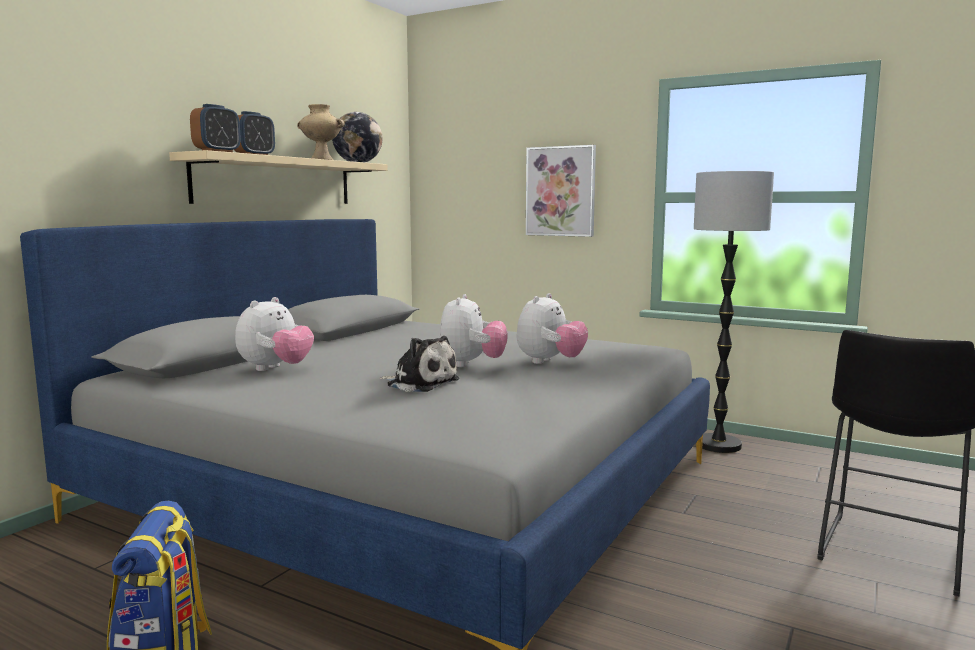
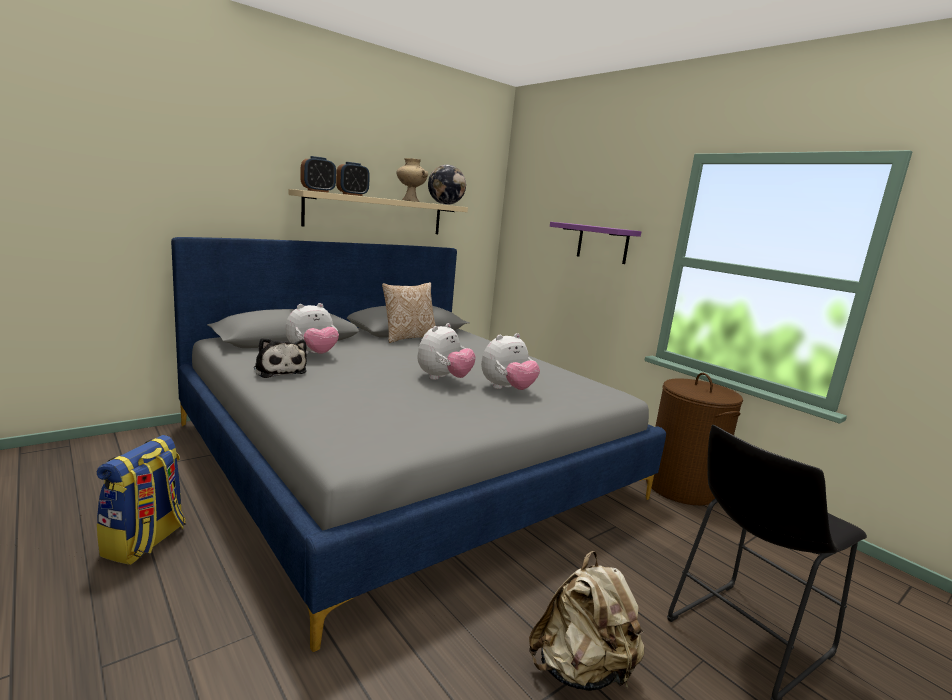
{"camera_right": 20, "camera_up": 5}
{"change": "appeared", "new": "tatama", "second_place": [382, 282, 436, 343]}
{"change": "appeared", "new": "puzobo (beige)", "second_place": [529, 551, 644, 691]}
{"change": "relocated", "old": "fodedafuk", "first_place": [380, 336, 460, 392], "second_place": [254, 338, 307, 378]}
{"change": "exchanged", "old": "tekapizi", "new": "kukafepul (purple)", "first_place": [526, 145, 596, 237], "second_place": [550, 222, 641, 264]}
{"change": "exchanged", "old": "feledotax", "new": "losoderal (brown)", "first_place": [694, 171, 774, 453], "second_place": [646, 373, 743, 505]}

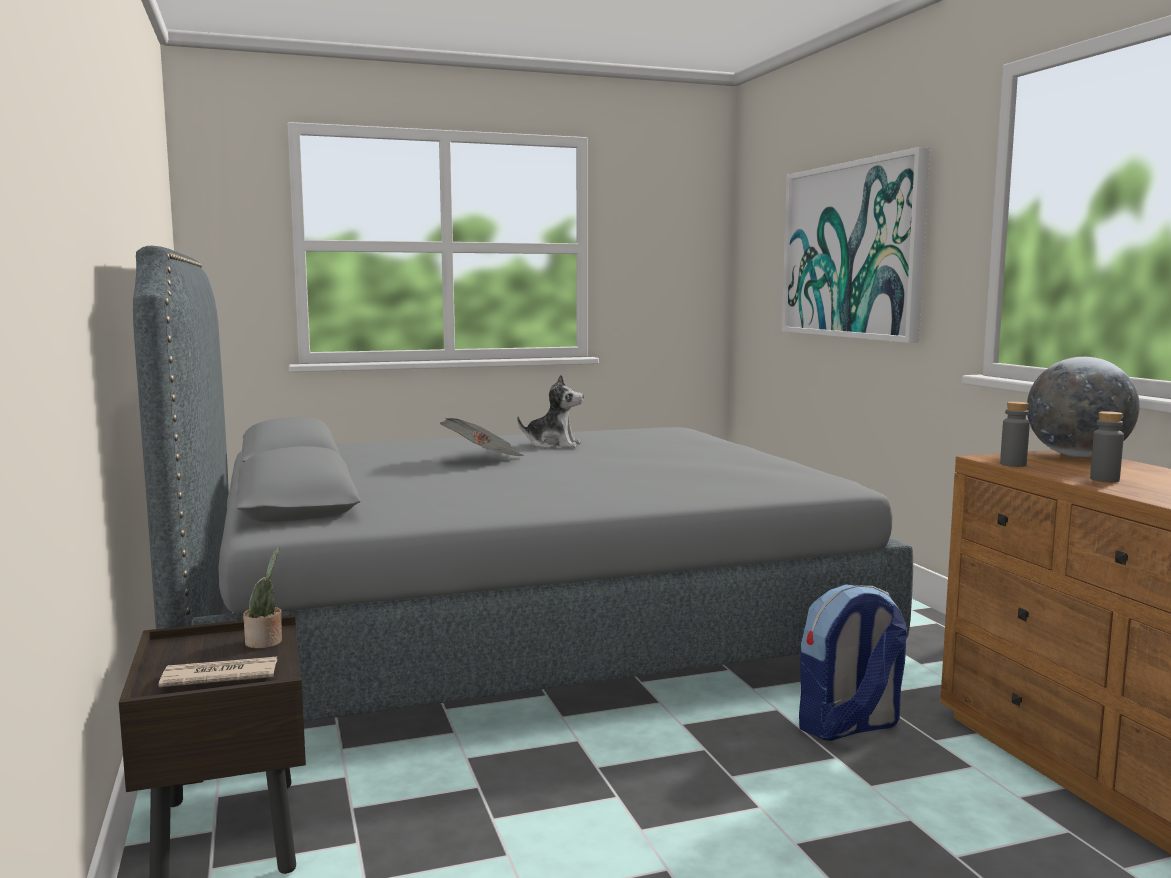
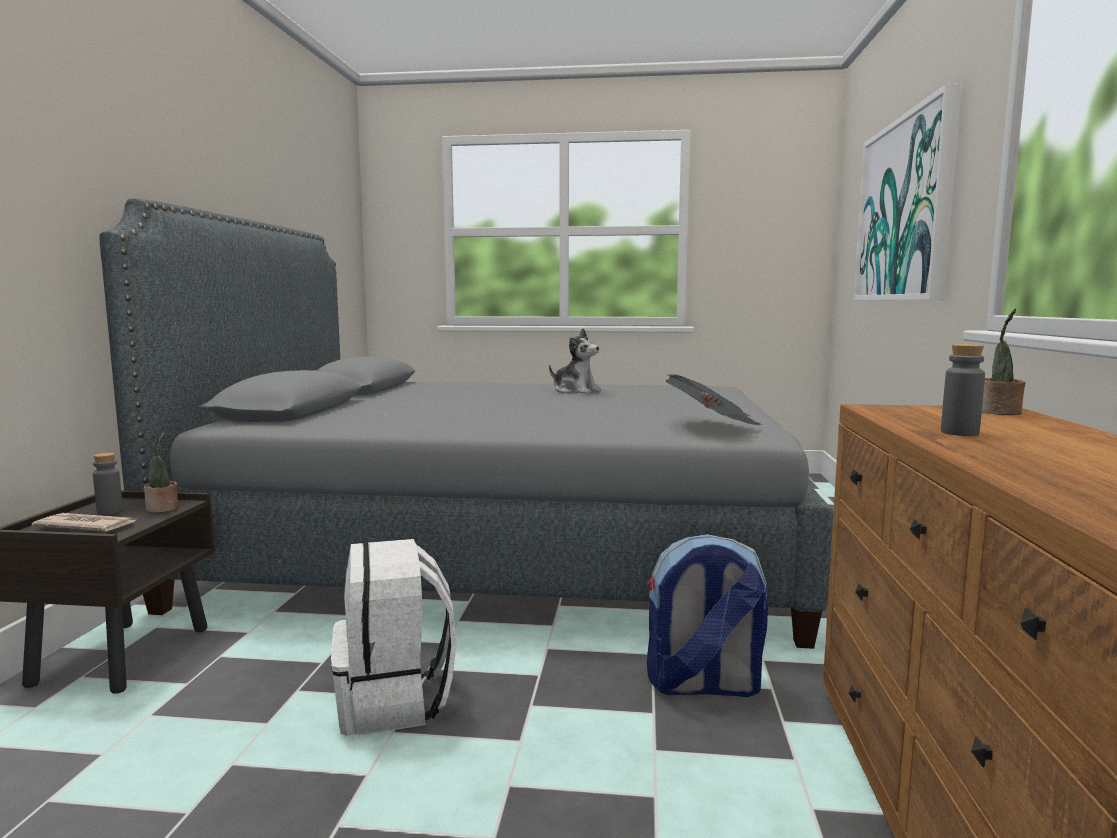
{"camera_right": 25, "camera_up": 0}
{"change": "appeared", "new": "puzobo (white)", "second_place": [331, 539, 457, 736]}
{"change": "relocated", "old": "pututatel", "first_place": [440, 418, 524, 456], "second_place": [665, 374, 762, 425]}
{"change": "relocated", "old": "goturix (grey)", "first_place": [1000, 402, 1030, 467], "second_place": [93, 453, 123, 514]}
{"change": "exchanged", "old": "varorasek", "new": "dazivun", "first_place": [1027, 357, 1140, 457], "second_place": [982, 308, 1026, 415]}

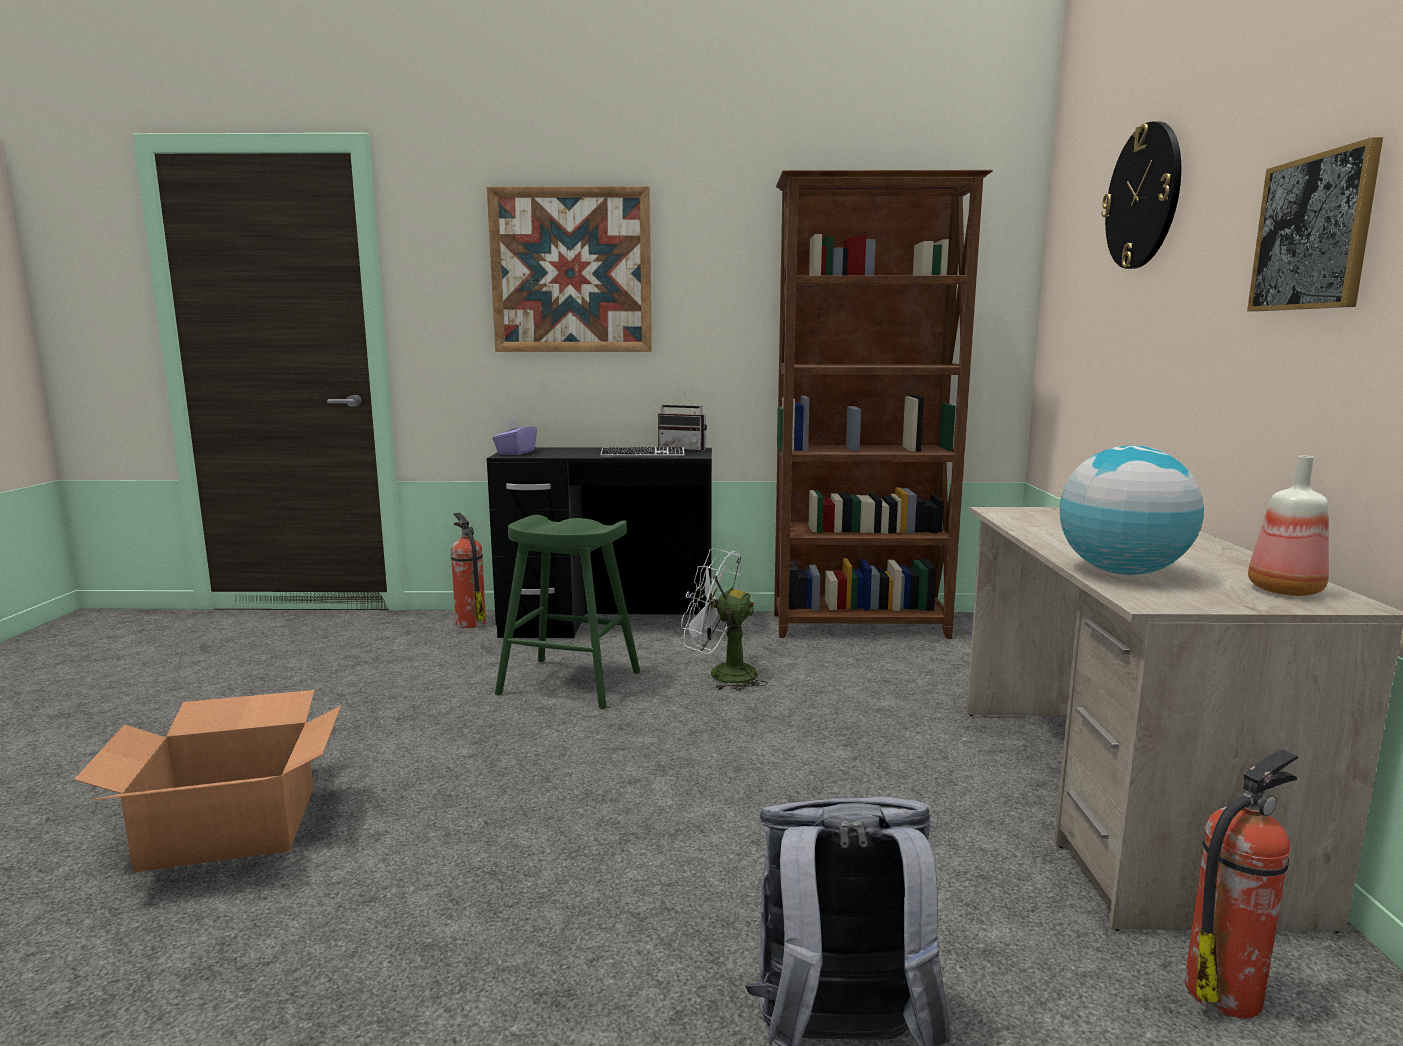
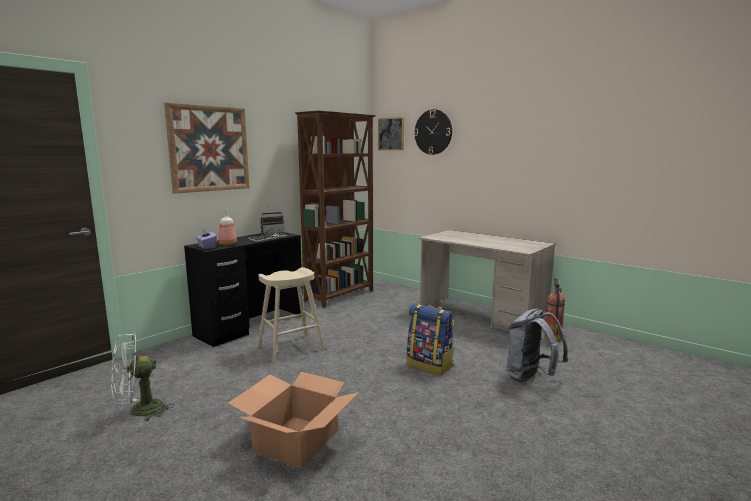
{"camera_right": -50, "camera_up": 0}
{"change": "missing", "old": "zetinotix", "first_place": [451, 513, 486, 628]}
{"change": "missing", "old": "varorasek", "first_place": [1060, 445, 1204, 575]}
{"change": "appeared", "new": "puzobo", "second_place": [407, 304, 454, 375]}
{"change": "relocated", "old": "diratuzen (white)", "first_place": [681, 548, 768, 691], "second_place": [111, 333, 174, 422]}
{"change": "relocated", "old": "tekapizi", "first_place": [1247, 137, 1383, 311], "second_place": [378, 117, 404, 150]}
{"change": "relocated", "old": "goturix", "first_place": [1248, 456, 1329, 596], "second_place": [218, 209, 237, 245]}
{"change": "colour", "old": "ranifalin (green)", "new": "ranifalin (beige)", "first_place": [495, 515, 640, 709], "second_place": [257, 267, 325, 363]}

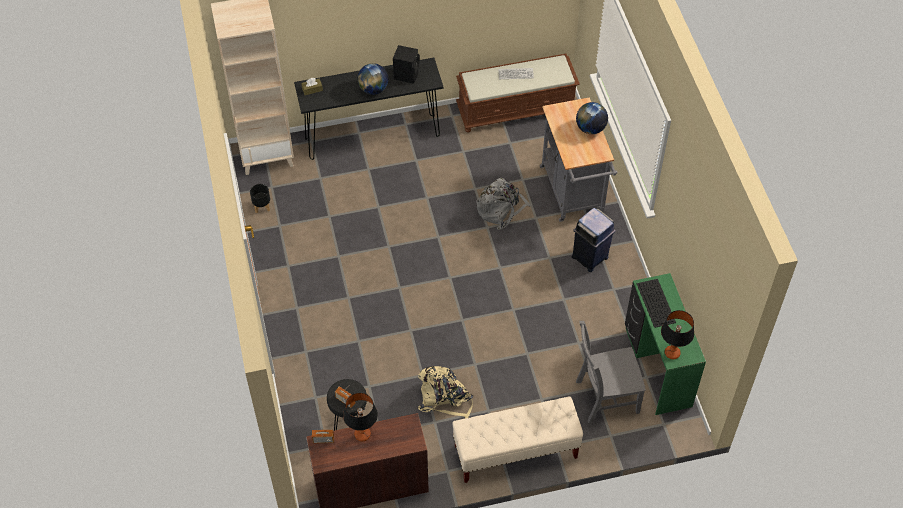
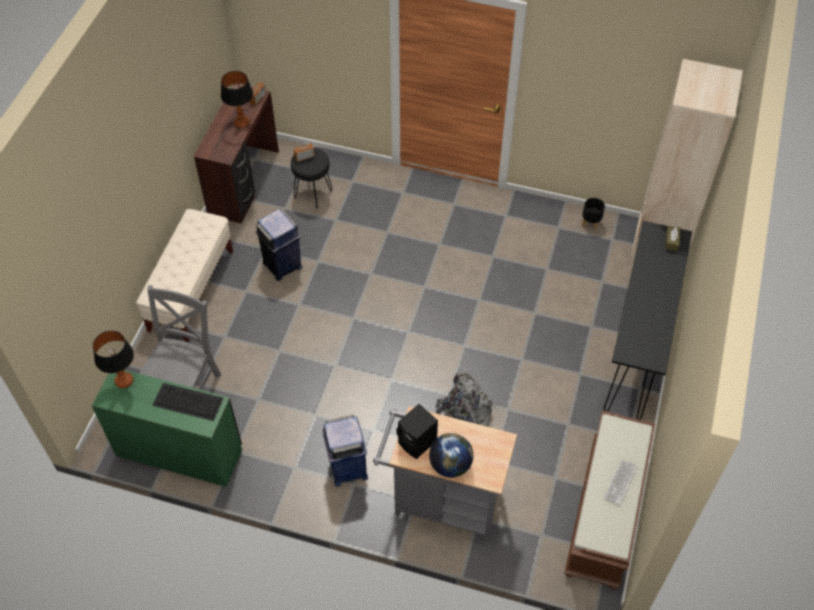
{"camera_right": 120, "camera_up": 0}
{"change": "missing", "old": "varorasek", "first_place": [358, 63, 388, 95]}
{"change": "relocated", "old": "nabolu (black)", "first_place": [393, 45, 420, 83], "second_place": [396, 404, 438, 459]}
{"change": "exchanged", "old": "puzobo (beige)", "new": "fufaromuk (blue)", "first_place": [418, 366, 473, 419], "second_place": [255, 209, 302, 281]}

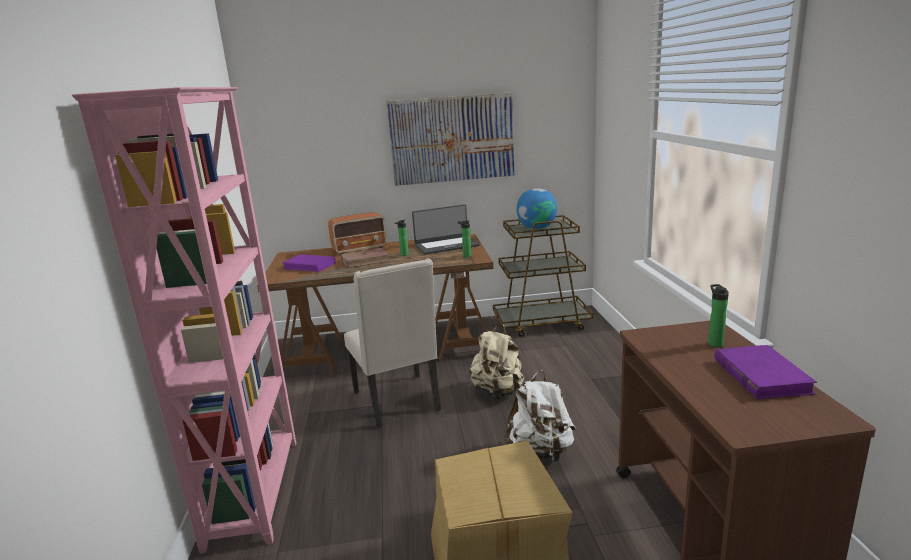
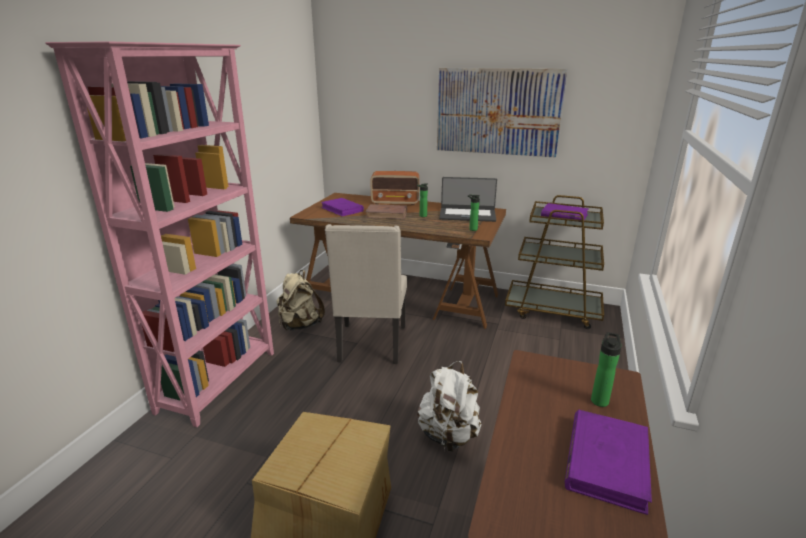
{"camera_right": 25, "camera_up": 5}
{"change": "relocated", "old": "puzobo (beige)", "first_place": [470, 324, 524, 400], "second_place": [276, 270, 325, 331]}
{"change": "exchanged", "old": "varorasek", "new": "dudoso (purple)", "first_place": [517, 188, 557, 229], "second_place": [541, 203, 589, 222]}

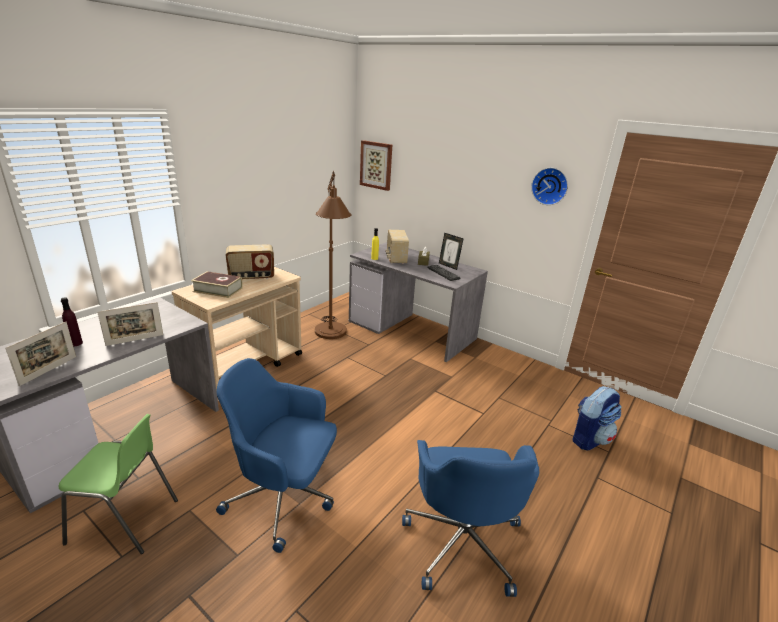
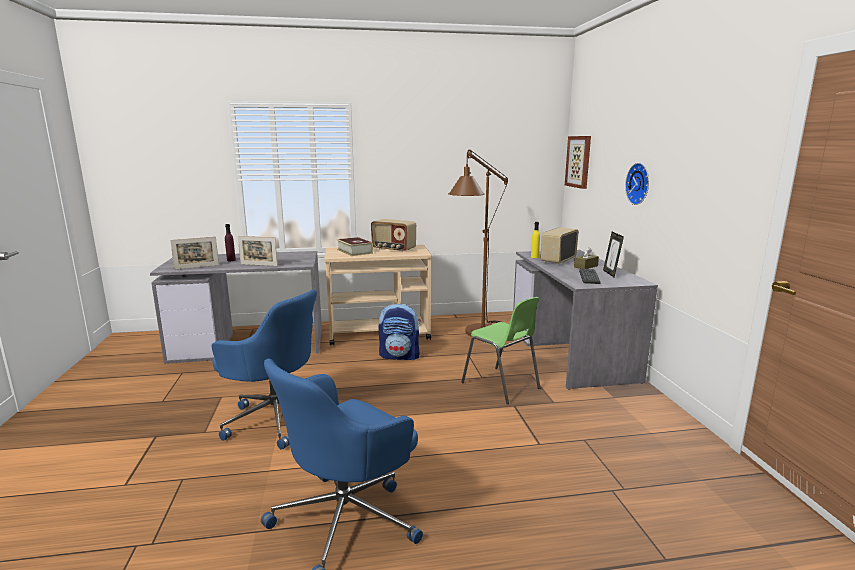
{"camera_right": 45, "camera_up": -10}
{"change": "relocated", "old": "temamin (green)", "first_place": [59, 414, 178, 554], "second_place": [461, 297, 540, 404]}
{"change": "relocated", "old": "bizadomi", "first_place": [531, 168, 568, 205], "second_place": [625, 163, 649, 205]}
{"change": "relocated", "old": "puzobo", "first_place": [573, 386, 622, 451], "second_place": [379, 304, 421, 360]}
{"change": "spun", "old": "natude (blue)", "first_place": [216, 358, 337, 553], "second_place": [212, 290, 317, 450], "degrees": 150}

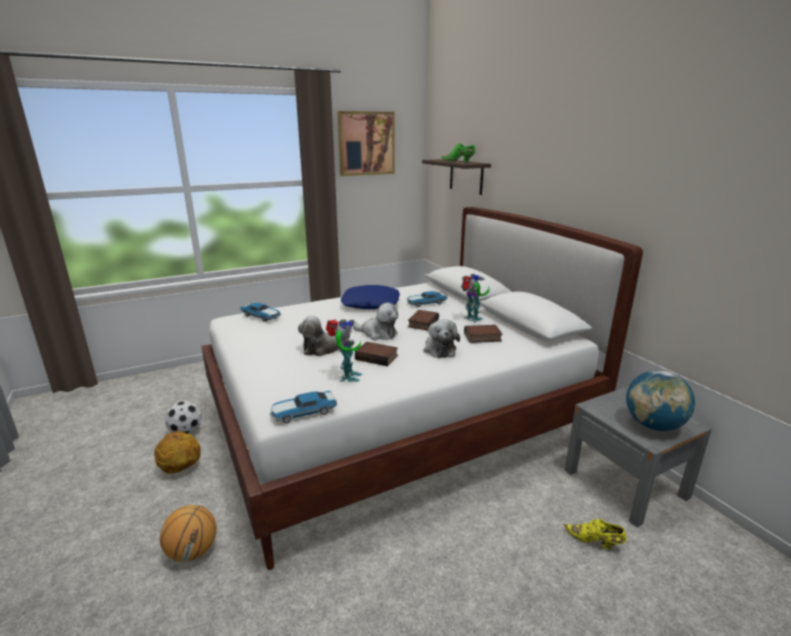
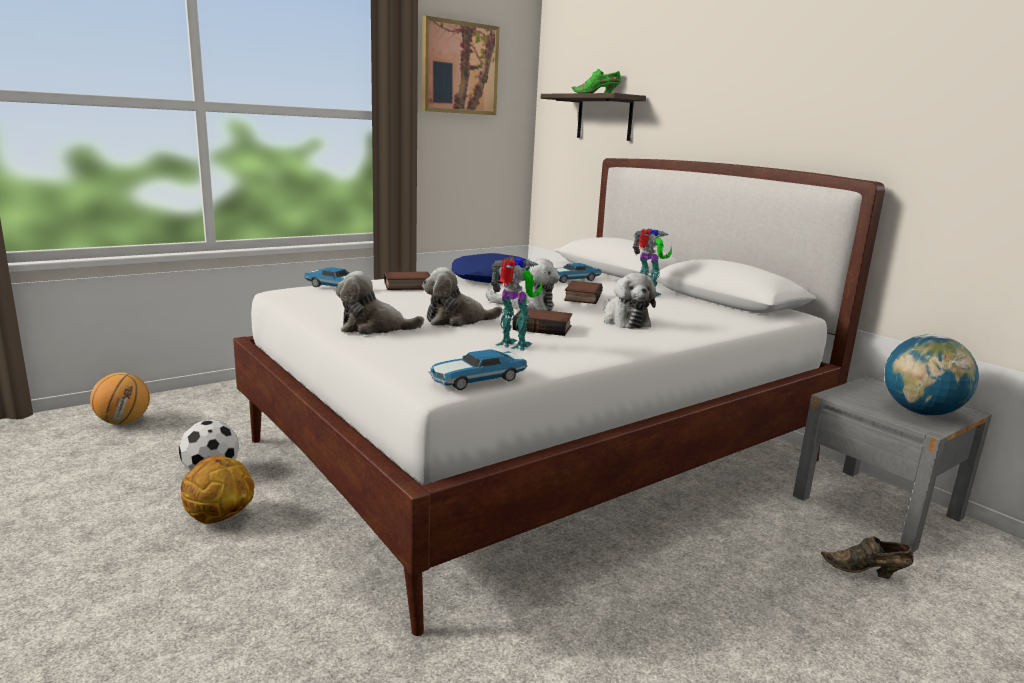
{"camera_right": -10, "camera_up": -5}
{"change": "appeared", "new": "fodedafuk", "second_place": [336, 271, 424, 335]}
{"change": "relocated", "old": "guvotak", "first_place": [160, 505, 217, 562], "second_place": [90, 373, 150, 425]}
{"change": "relocated", "old": "dudoso", "first_place": [464, 325, 503, 343], "second_place": [384, 272, 430, 290]}
{"change": "colour", "old": "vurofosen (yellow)", "new": "vurofosen (brown)", "first_place": [563, 519, 627, 549], "second_place": [821, 536, 914, 579]}
{"change": "spun", "old": "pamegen", "first_place": [326, 319, 362, 382], "second_place": [491, 257, 542, 351], "degrees": -60}

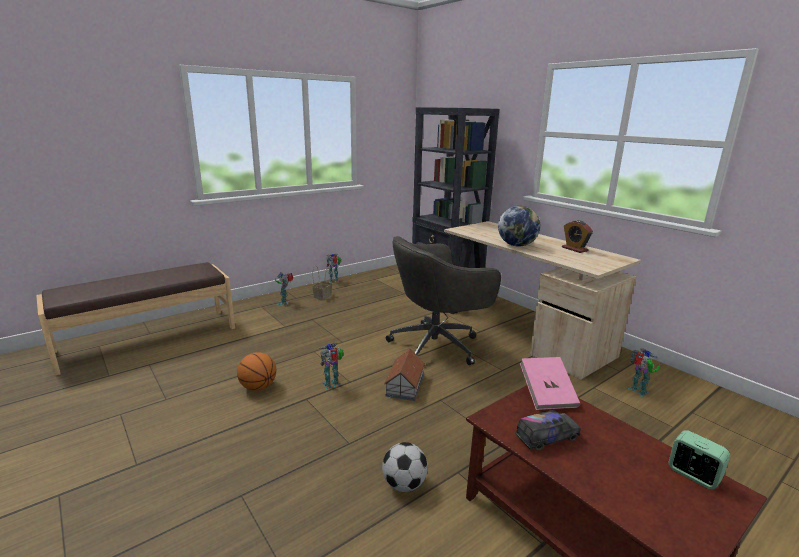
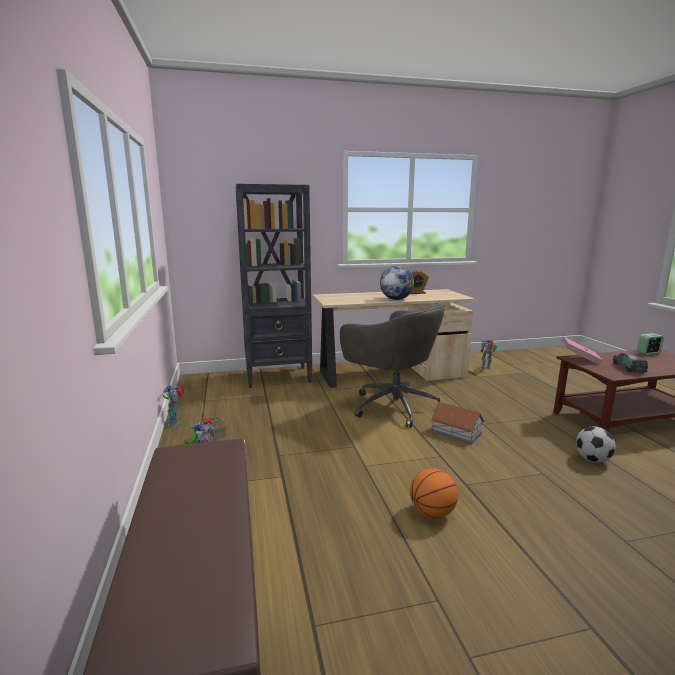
{"camera_right": -65, "camera_up": -5}
{"change": "missing", "old": "pamegen", "first_place": [320, 343, 344, 390]}
{"change": "spun", "old": "natude (grey)", "first_place": [386, 236, 501, 365], "second_place": [340, 304, 445, 427], "degrees": -45}

